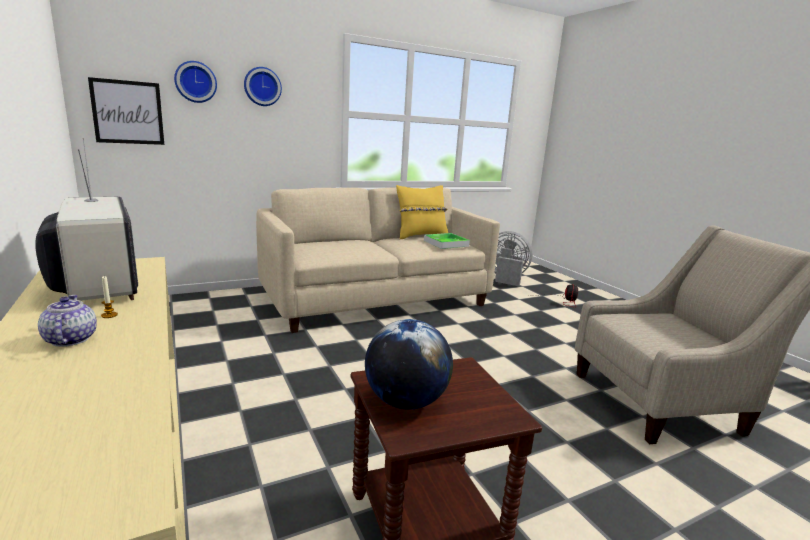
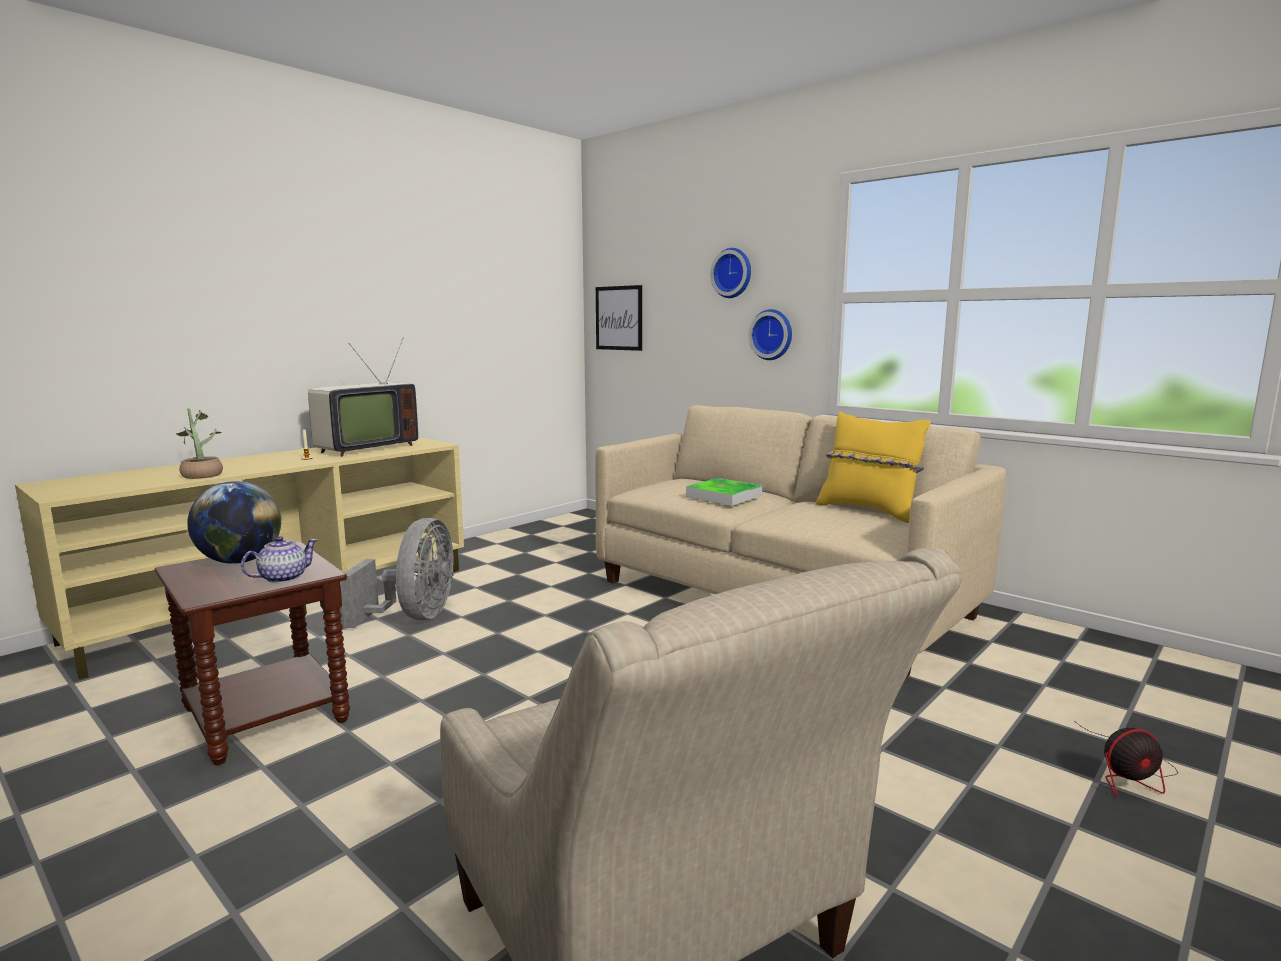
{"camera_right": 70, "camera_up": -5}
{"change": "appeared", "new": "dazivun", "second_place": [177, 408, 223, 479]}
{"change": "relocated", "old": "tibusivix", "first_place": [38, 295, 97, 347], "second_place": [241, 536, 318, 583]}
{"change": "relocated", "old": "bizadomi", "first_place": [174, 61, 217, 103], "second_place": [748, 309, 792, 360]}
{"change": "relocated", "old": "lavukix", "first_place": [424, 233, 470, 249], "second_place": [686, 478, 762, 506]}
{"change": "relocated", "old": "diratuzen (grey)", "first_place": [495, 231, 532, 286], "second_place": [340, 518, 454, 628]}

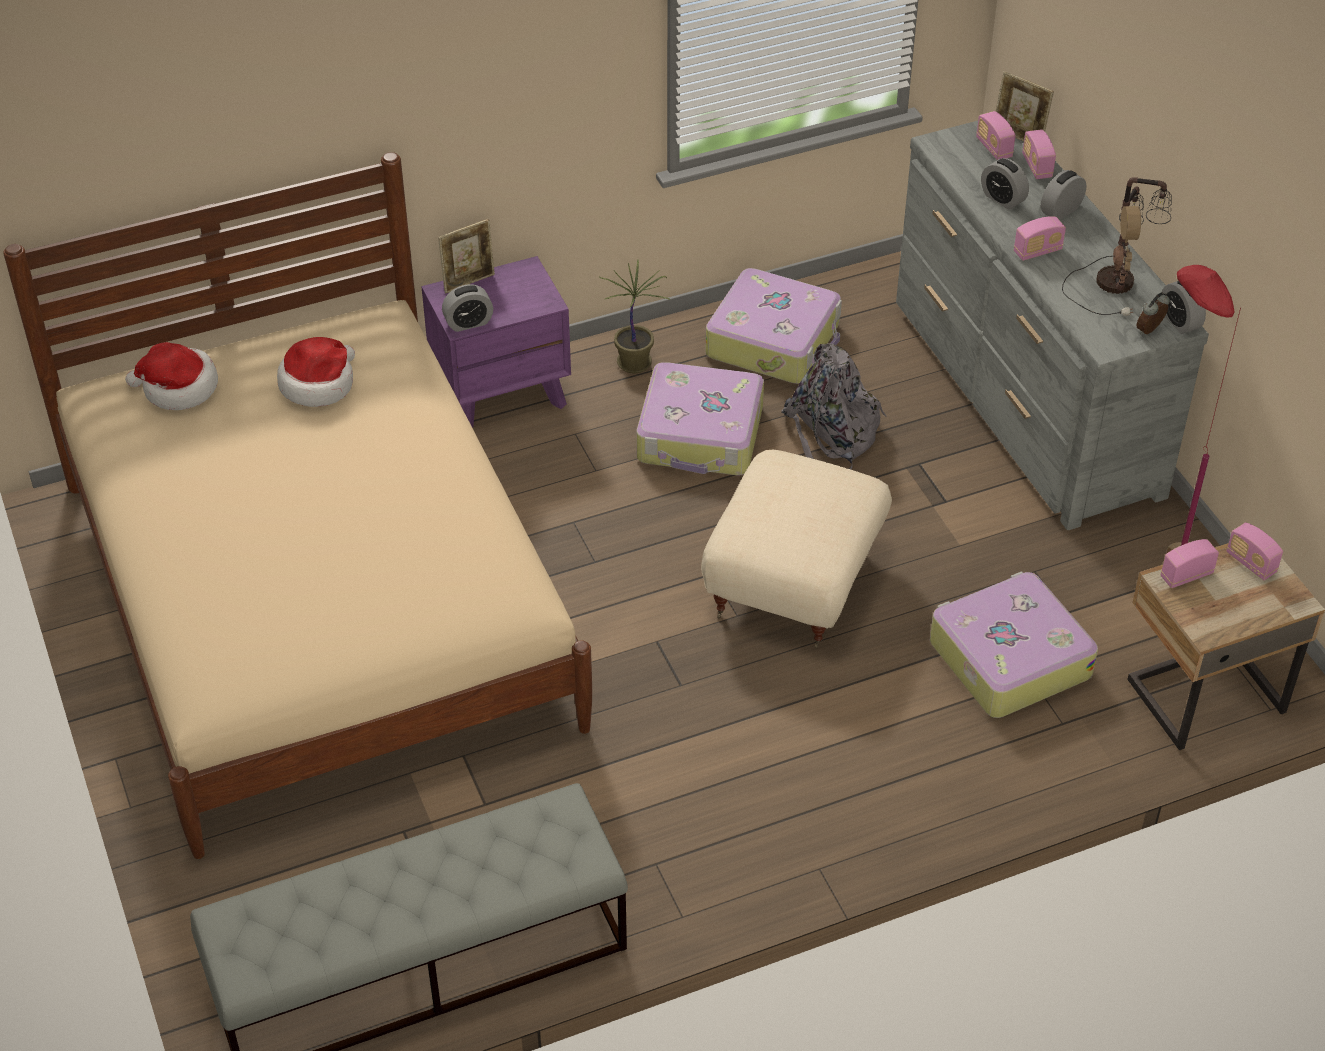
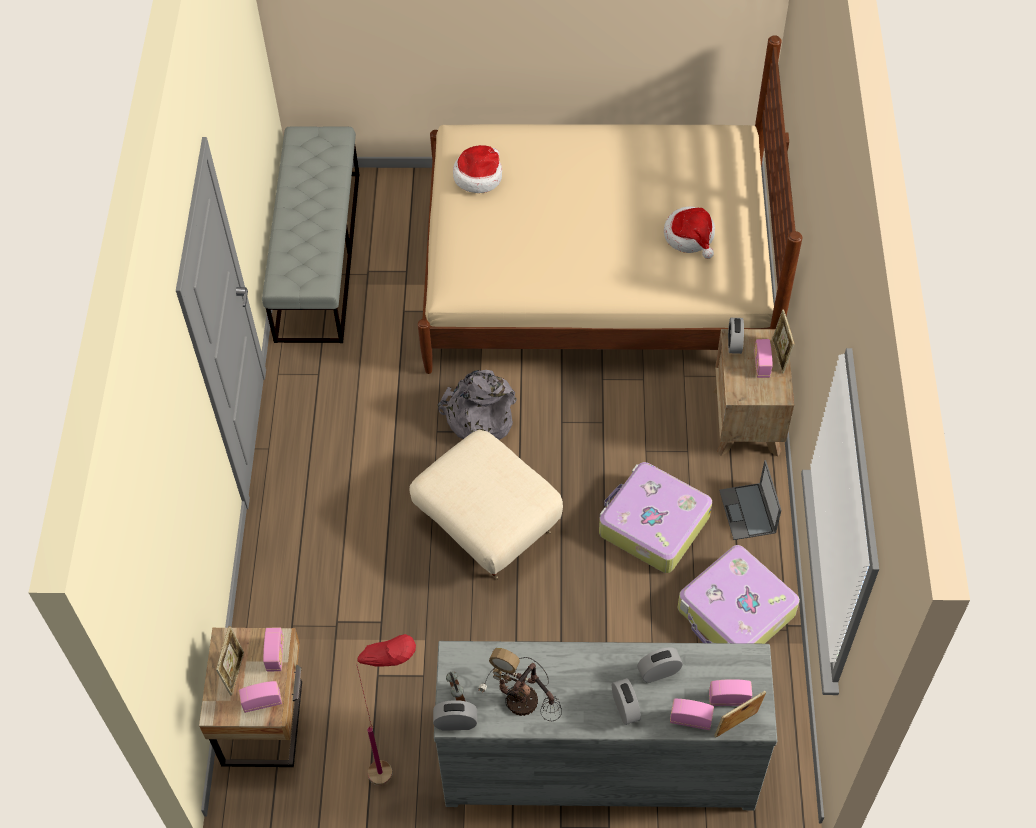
{"camera_right": 115, "camera_up": 10}
{"change": "missing", "old": "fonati", "first_place": [930, 571, 1098, 718]}
{"change": "appeared", "new": "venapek", "second_place": [216, 626, 244, 696]}
{"change": "relocated", "old": "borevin", "first_place": [125, 342, 218, 410], "second_place": [453, 145, 502, 193]}
{"change": "relocated", "old": "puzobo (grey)", "first_place": [781, 343, 887, 469], "second_place": [438, 370, 517, 440]}
{"change": "relocated", "old": "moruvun", "first_place": [1014, 216, 1066, 261], "second_place": [754, 339, 773, 378]}
{"change": "exchanged", "old": "dazivun", "new": "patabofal", "first_place": [598, 259, 671, 373], "second_place": [719, 460, 781, 540]}
{"change": "colour", "old": "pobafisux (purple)", "new": "pobafisux (brown)", "first_place": [421, 256, 571, 428], "second_place": [713, 329, 794, 456]}

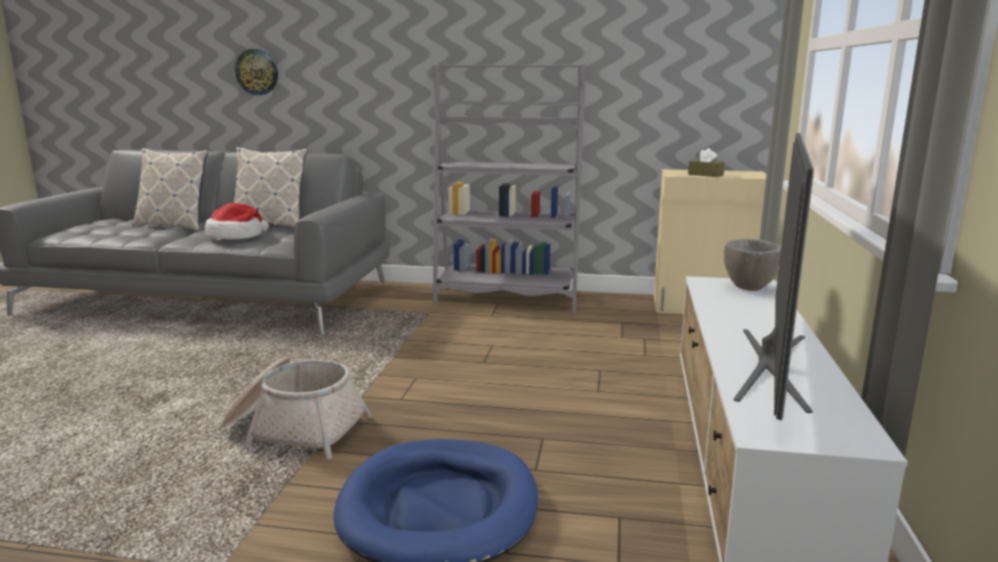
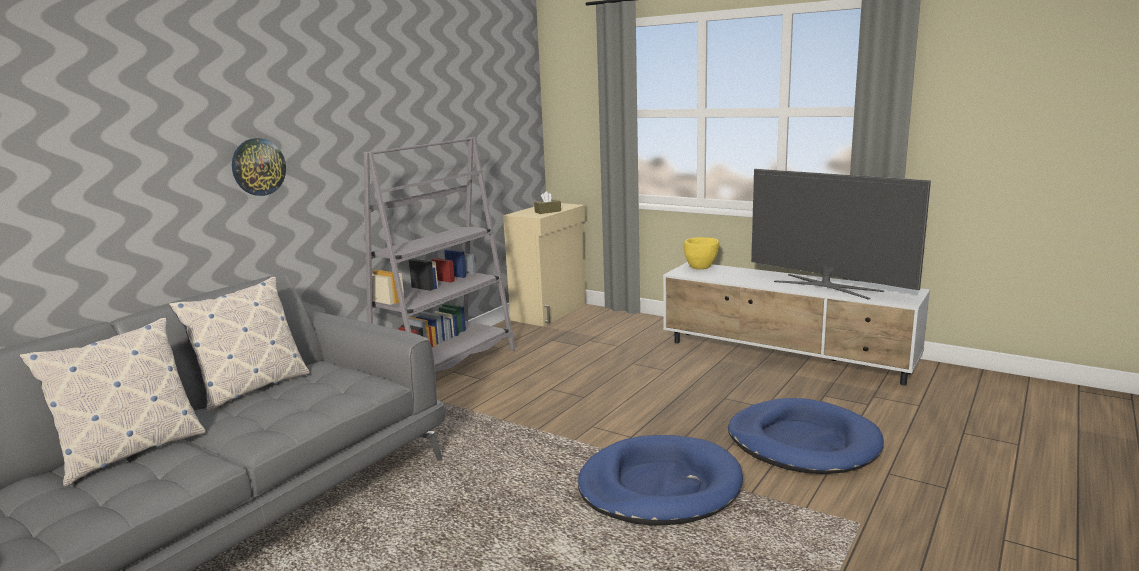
{"camera_right": -65, "camera_up": 0}
{"change": "missing", "old": "borevin", "first_place": [205, 203, 269, 239]}
{"change": "relocated", "old": "bizadomi", "first_place": [235, 49, 278, 95], "second_place": [232, 138, 286, 196]}
{"change": "exchanged", "old": "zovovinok", "new": "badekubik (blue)", "first_place": [222, 357, 372, 460], "second_place": [578, 435, 743, 525]}
{"change": "colour", "old": "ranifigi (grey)", "new": "ranifigi (yellow)", "first_place": [724, 239, 781, 291], "second_place": [684, 237, 719, 269]}

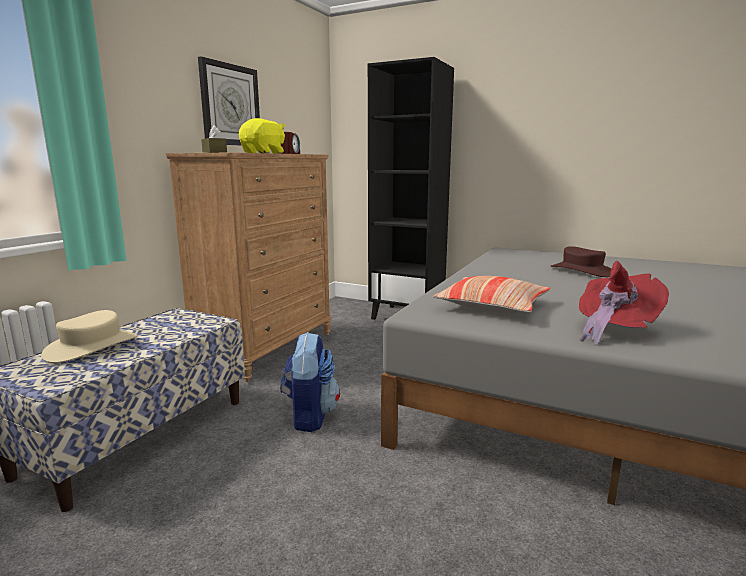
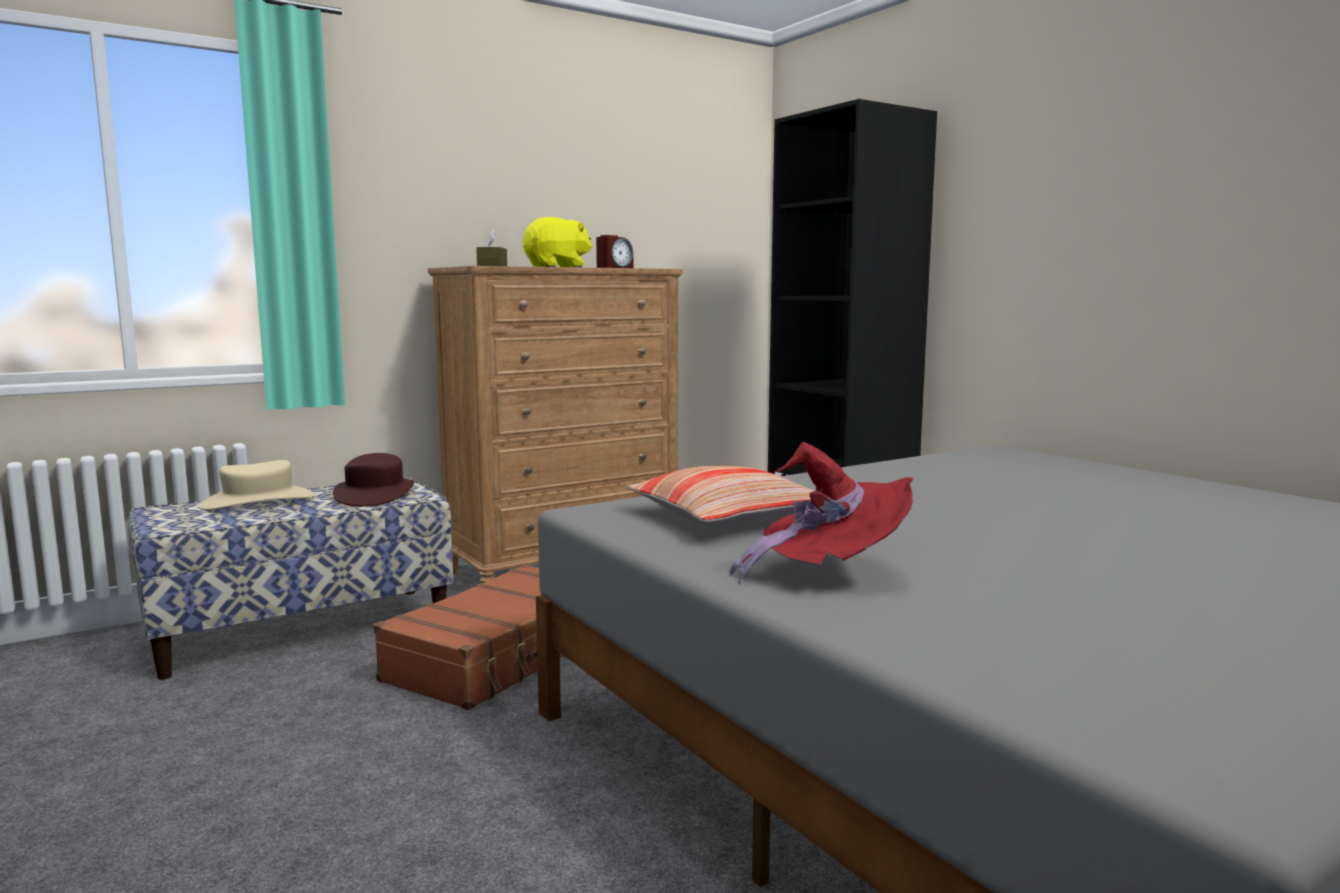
{"camera_right": 30, "camera_up": -5}
{"change": "missing", "old": "bizadomi", "first_place": [198, 56, 260, 146]}
{"change": "relocated", "old": "borevin (brown)", "first_place": [550, 246, 611, 277], "second_place": [333, 453, 414, 507]}
{"change": "exchanged", "old": "puzobo", "new": "fonati (brown)", "first_place": [280, 332, 340, 432], "second_place": [373, 564, 565, 710]}

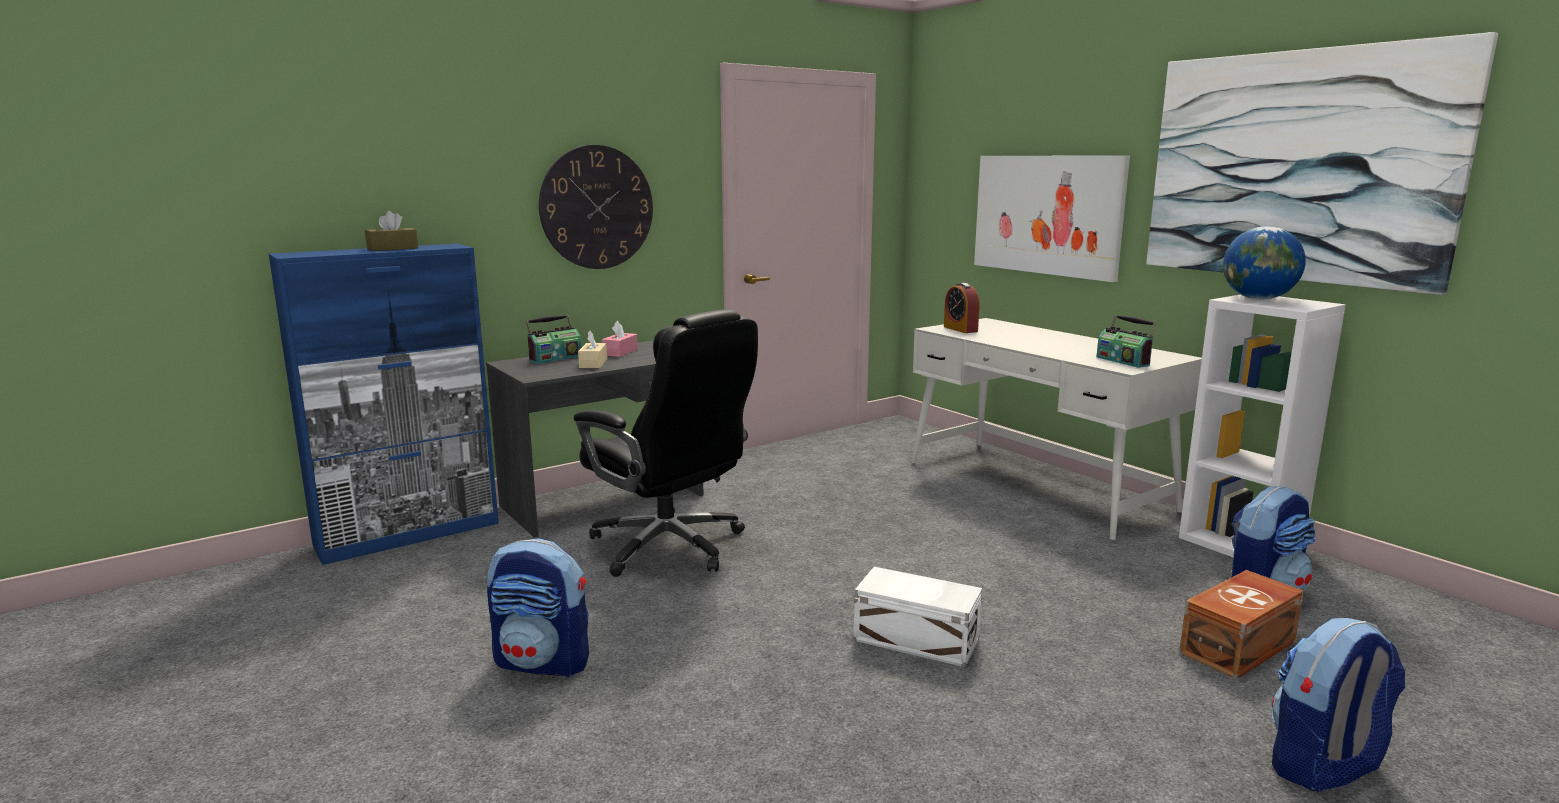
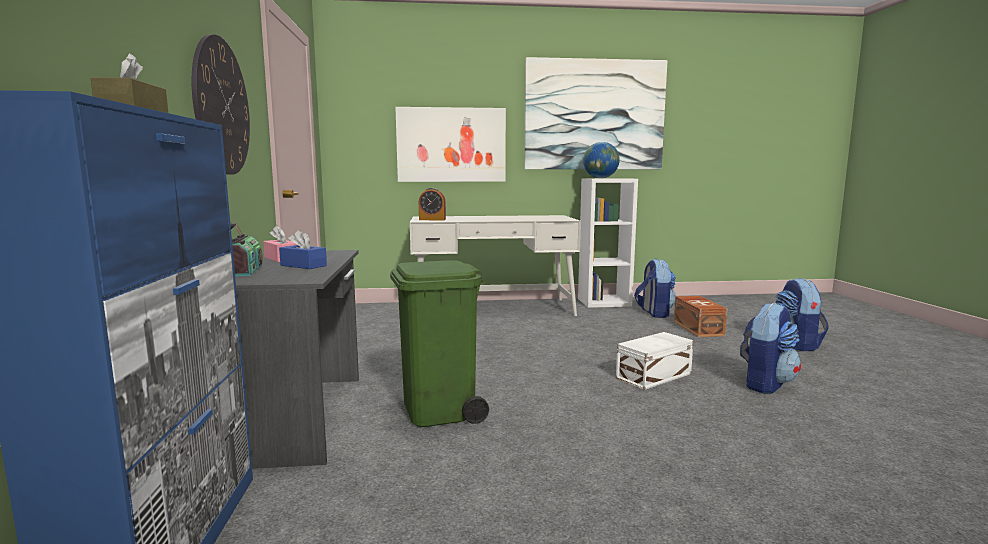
{"camera_right": -60, "camera_up": -5}
{"change": "missing", "old": "moruvun", "first_place": [1097, 315, 1157, 368]}
{"change": "relocated", "old": "puzobo", "first_place": [487, 538, 589, 677], "second_place": [740, 302, 801, 394]}
{"change": "exchanged", "old": "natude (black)", "new": "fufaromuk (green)", "first_place": [574, 309, 758, 577], "second_place": [390, 260, 489, 427]}
{"change": "colour", "old": "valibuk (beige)", "new": "valibuk (blue)", "first_place": [578, 331, 607, 368], "second_place": [279, 230, 327, 269]}

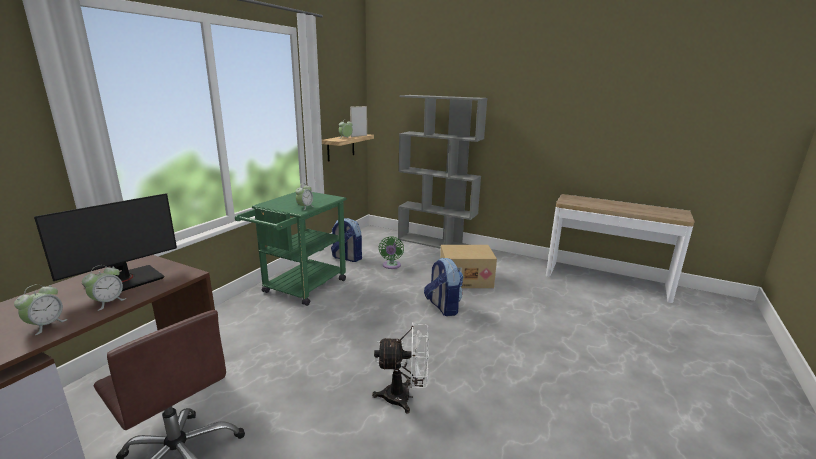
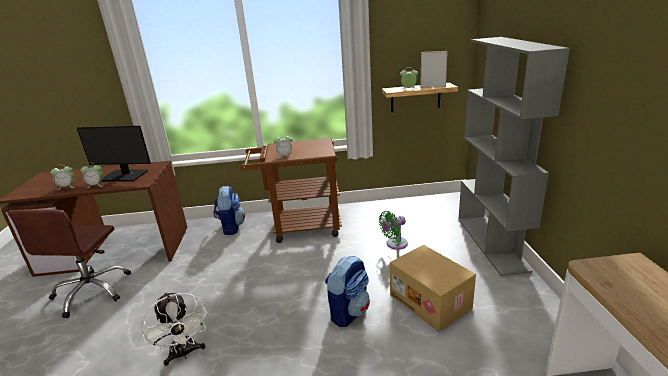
{"camera_right": 60, "camera_up": 5}
{"change": "relocated", "old": "puzobo", "first_place": [331, 218, 362, 262], "second_place": [214, 186, 245, 235]}
{"change": "colour", "old": "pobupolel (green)", "new": "pobupolel (brown)", "first_place": [235, 192, 347, 306], "second_place": [240, 138, 342, 243]}

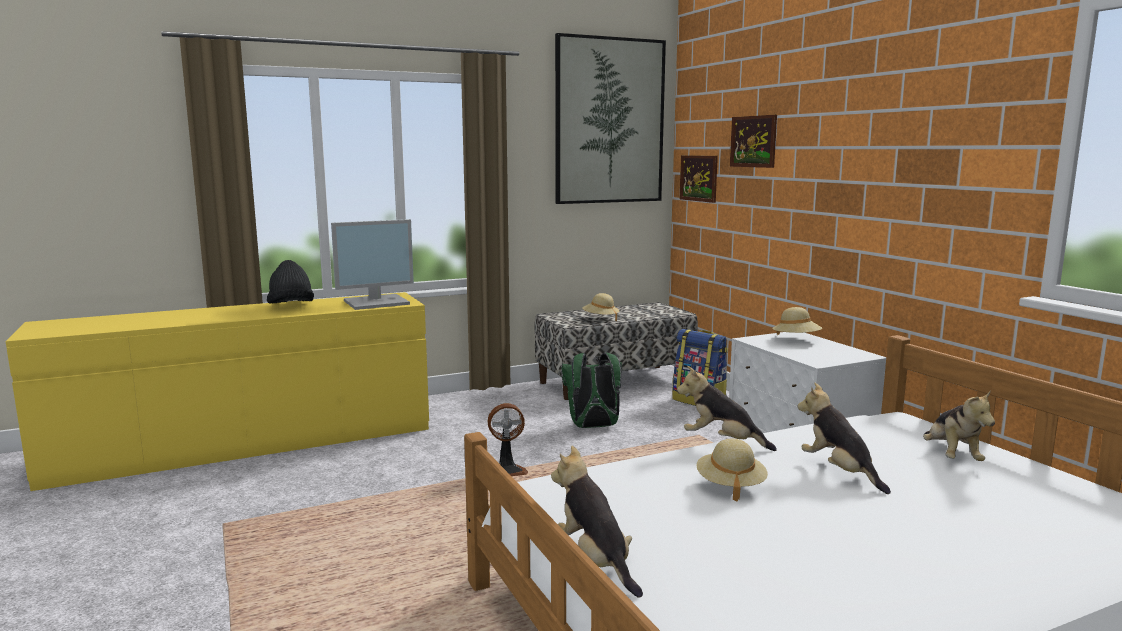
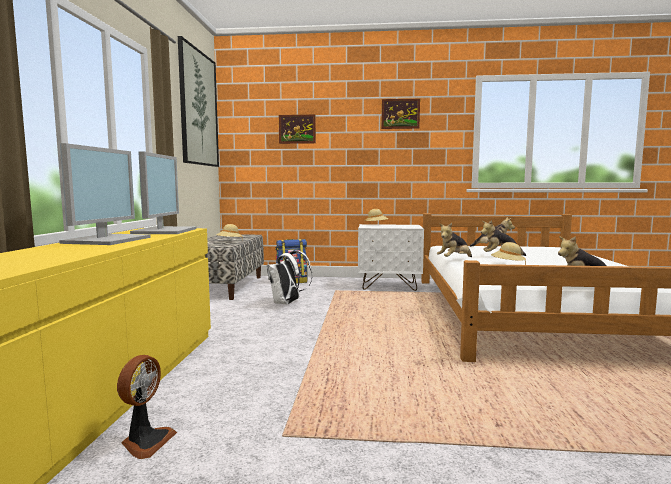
{"camera_right": -60, "camera_up": -5}
{"change": "relocated", "old": "diratuzen", "first_place": [488, 403, 528, 476], "second_place": [117, 355, 177, 459]}
{"change": "relocated", "old": "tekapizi", "first_place": [680, 155, 718, 203], "second_place": [381, 99, 420, 129]}
{"change": "exchanged", "old": "borevin (black)", "new": "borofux", "first_place": [267, 260, 314, 304], "second_place": [59, 143, 151, 245]}
{"change": "colour", "old": "puzobo (green)", "new": "puzobo (white)", "first_place": [561, 353, 622, 428], "second_place": [267, 251, 312, 304]}

